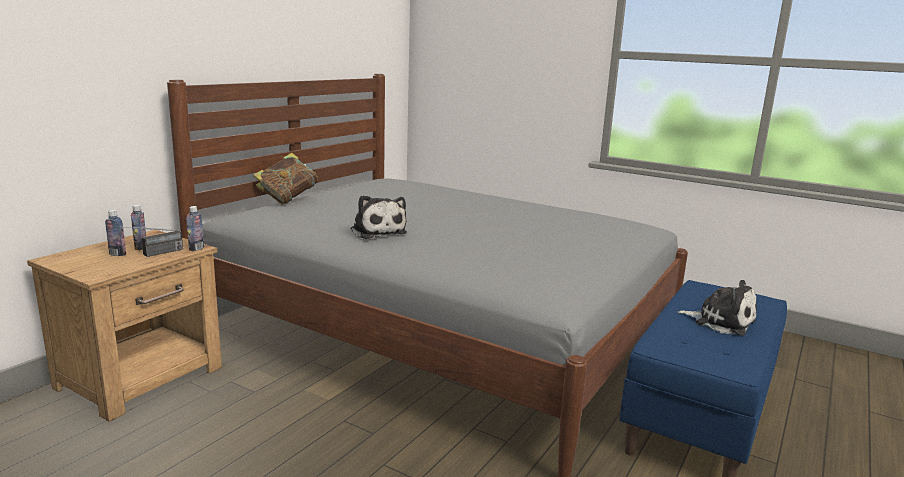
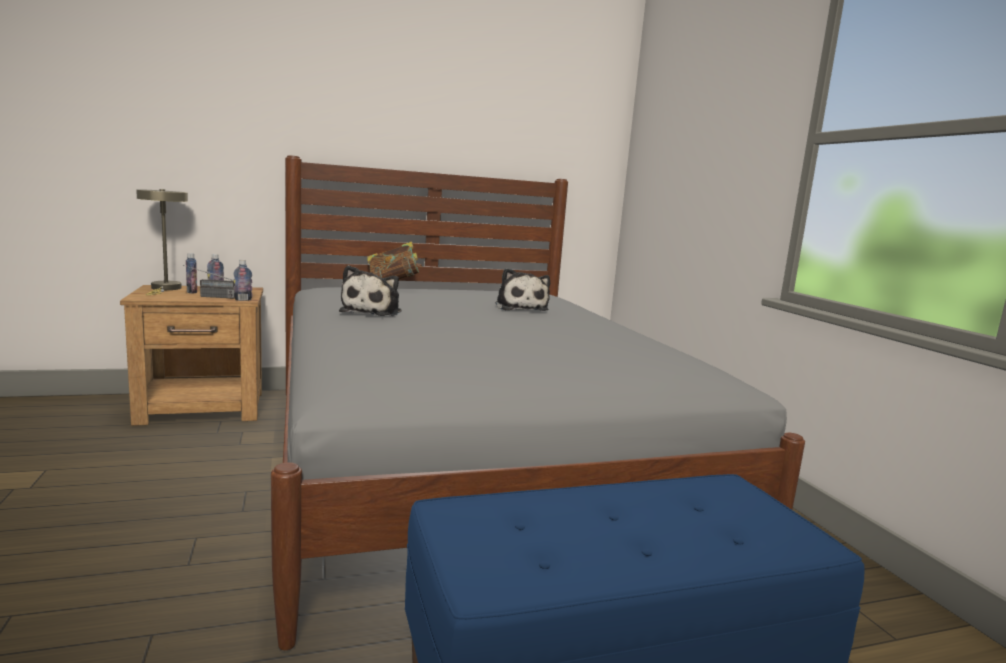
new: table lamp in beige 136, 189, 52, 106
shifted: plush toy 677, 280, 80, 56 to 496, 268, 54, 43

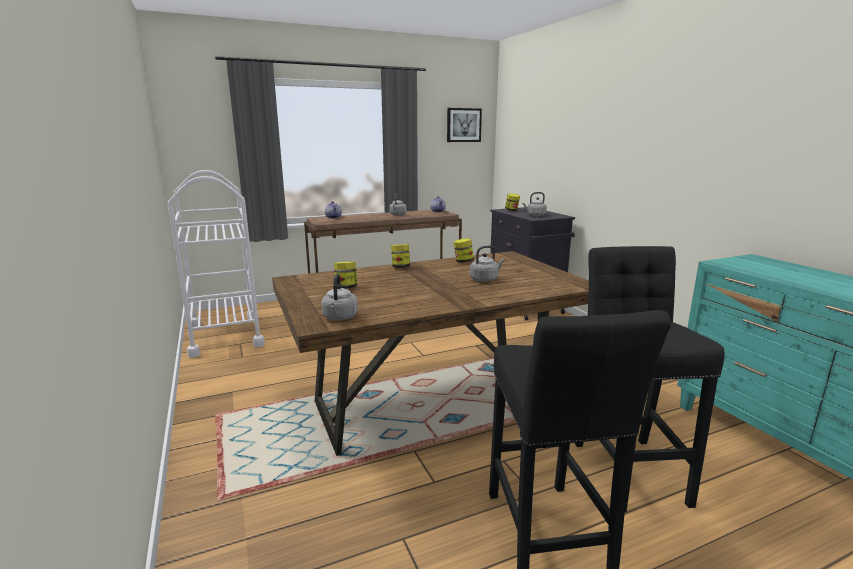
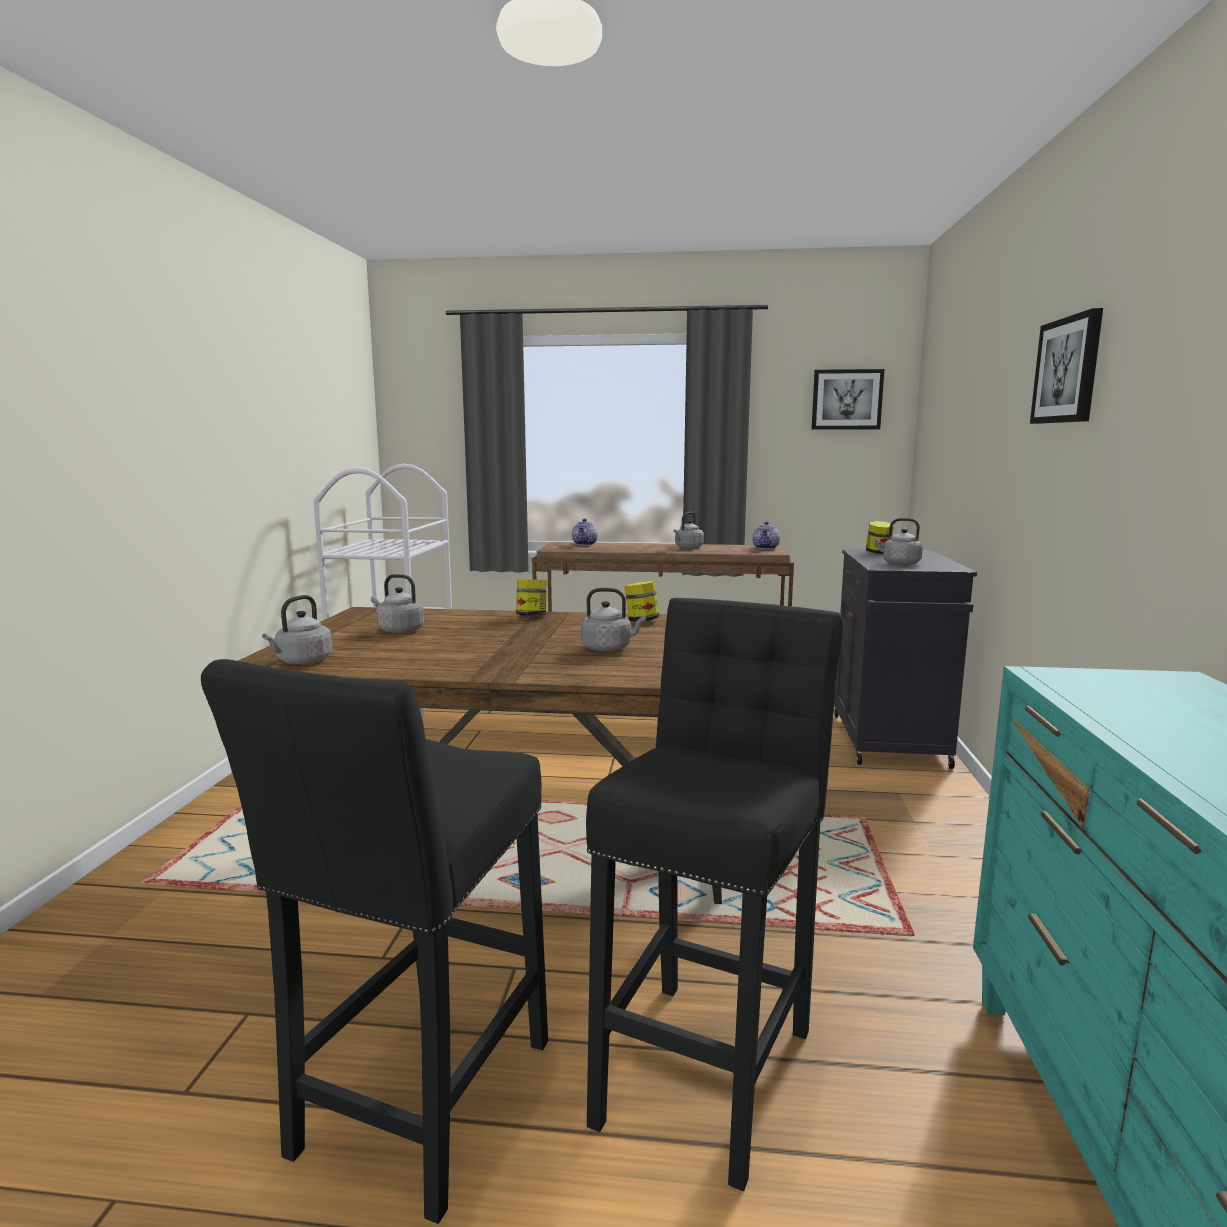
new: picture 1030, 308, 73, 116
swapped: jar 334, 261, 23, 28 to kettle in grey 371, 574, 53, 59

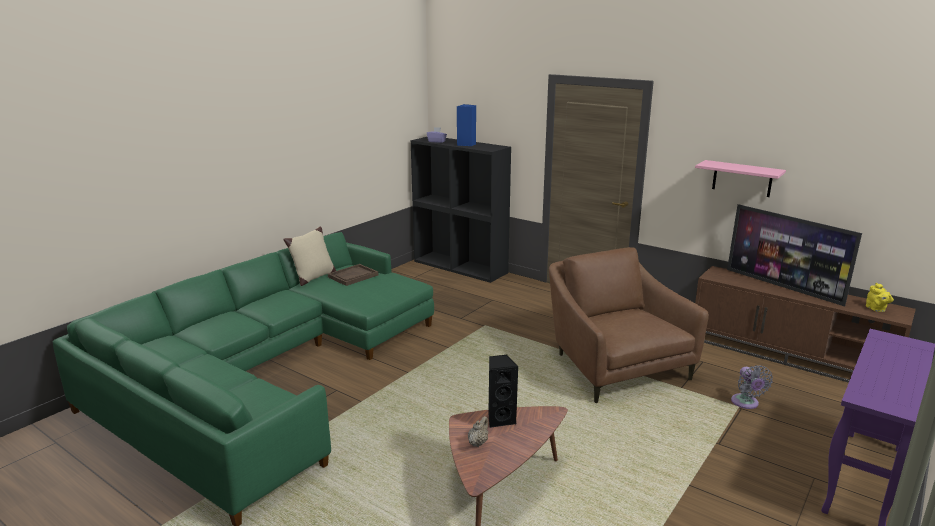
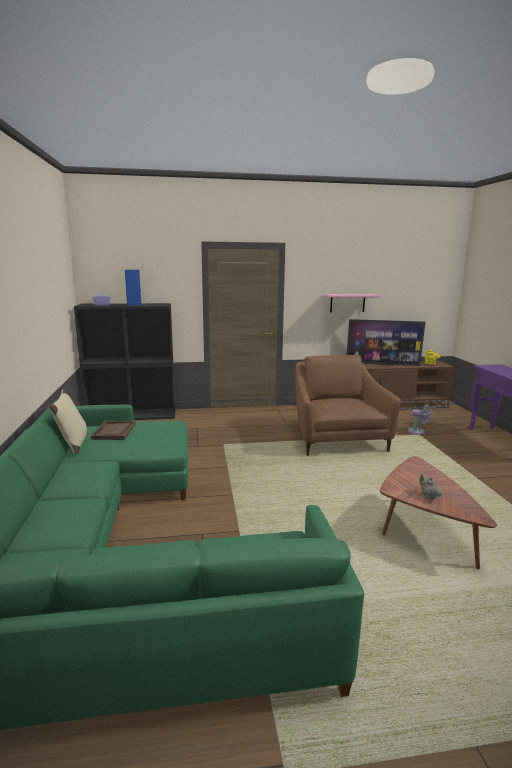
gone: speaker in black 488, 355, 30, 73
rotated: armchair in brown 549, 247, 160, 156 = 295, 355, 105, 101 60 degrees clockwise

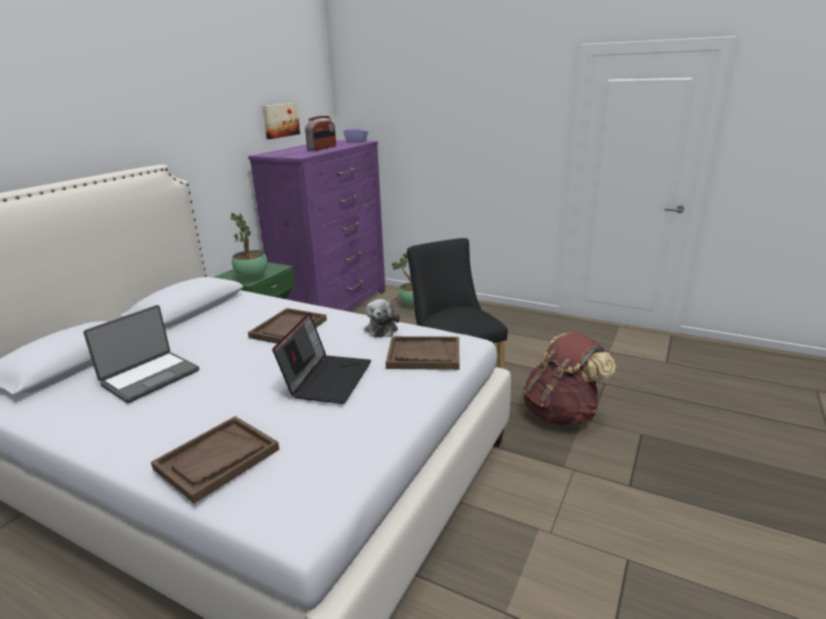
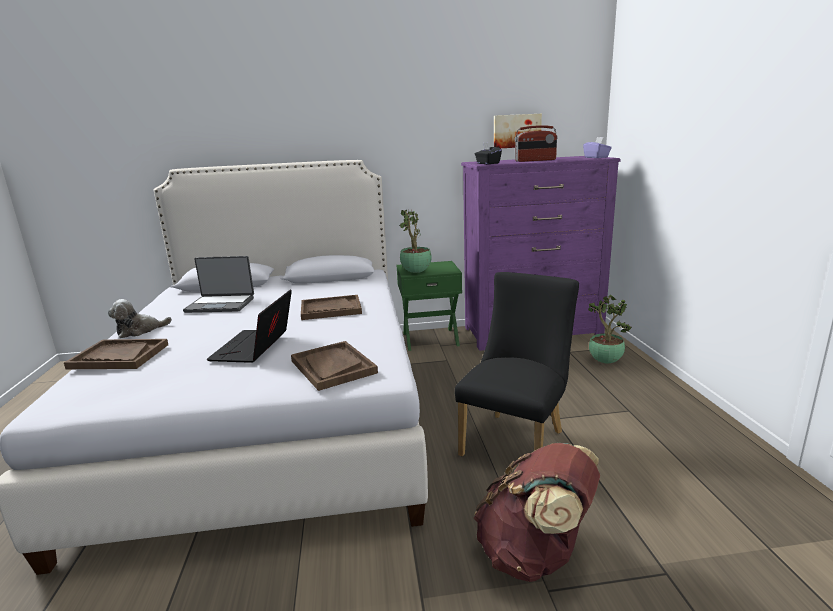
new: tissue box in black 475, 143, 27, 21
shifted: plush toy 365, 299, 35, 39 to 108, 299, 64, 39
rotated: laptop 272, 312, 100, 92 = 207, 289, 85, 74 120 degrees clockwise

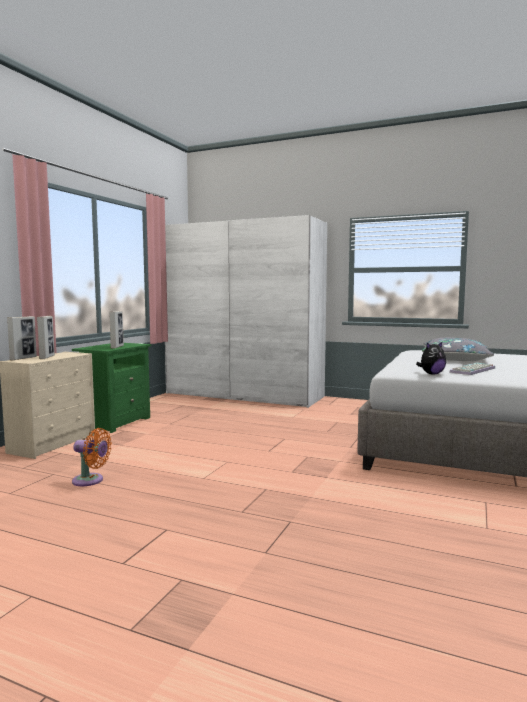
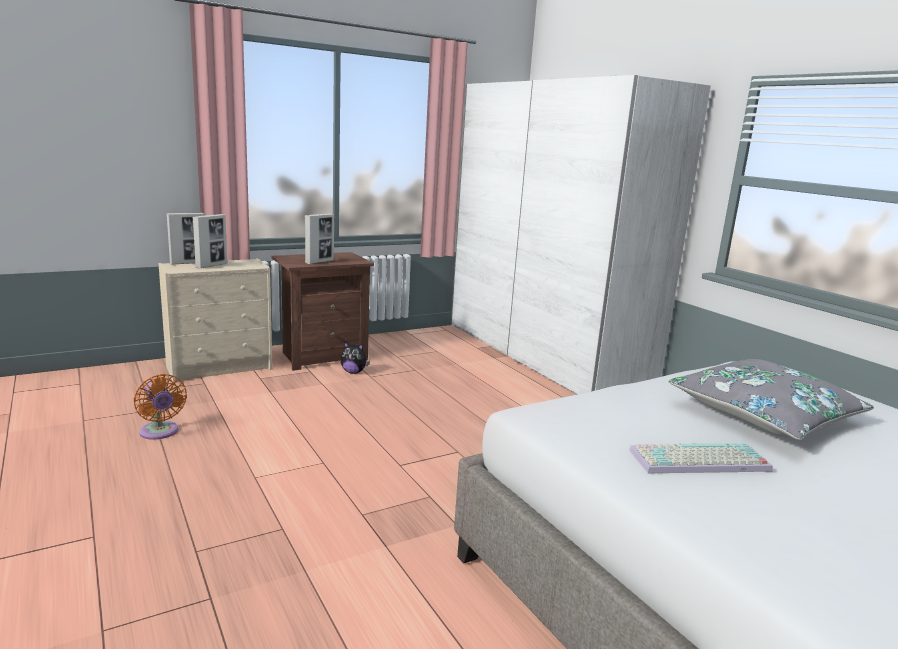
shifted: plush toy 416, 342, 30, 33 to 341, 342, 29, 32
repainted: nightstand in green 72, 343, 79, 90 to nightstand in brown 271, 252, 103, 119

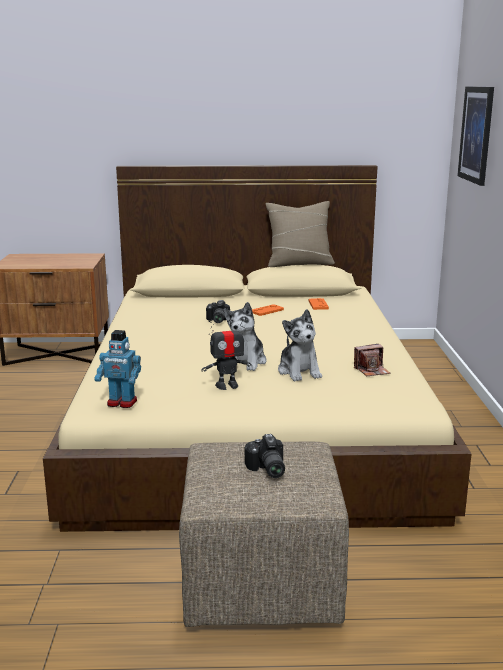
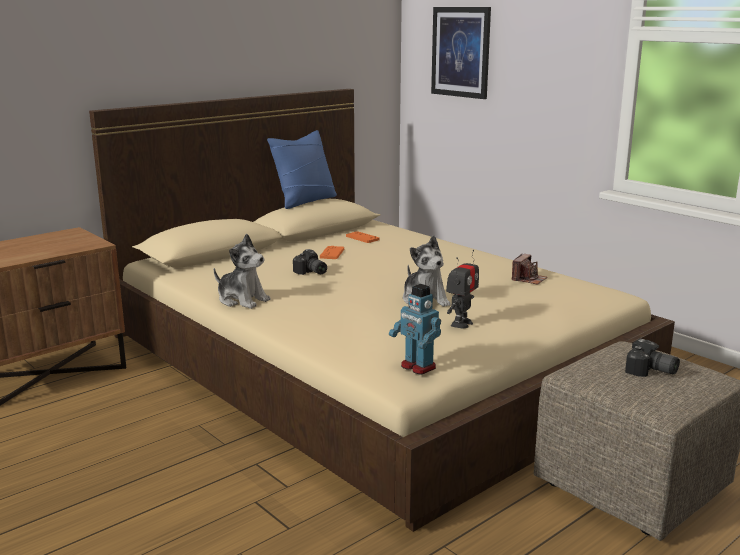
shifted: plush toy 278, 309, 44, 72 to 214, 234, 57, 75
repainted: pillow in beige 266, 201, 69, 66 to pillow in blue 267, 130, 70, 79
rotated: toy robot 94, 330, 47, 78 = 389, 284, 52, 91 75 degrees clockwise

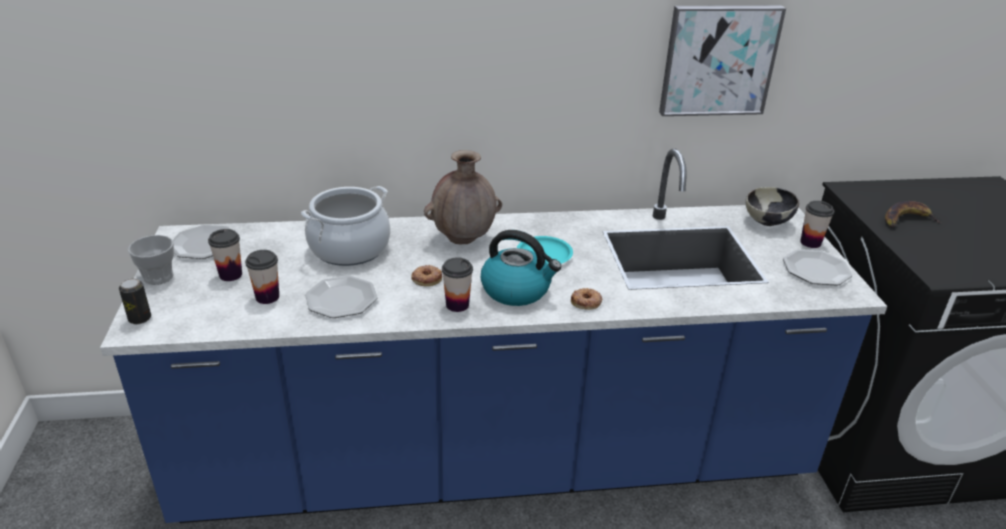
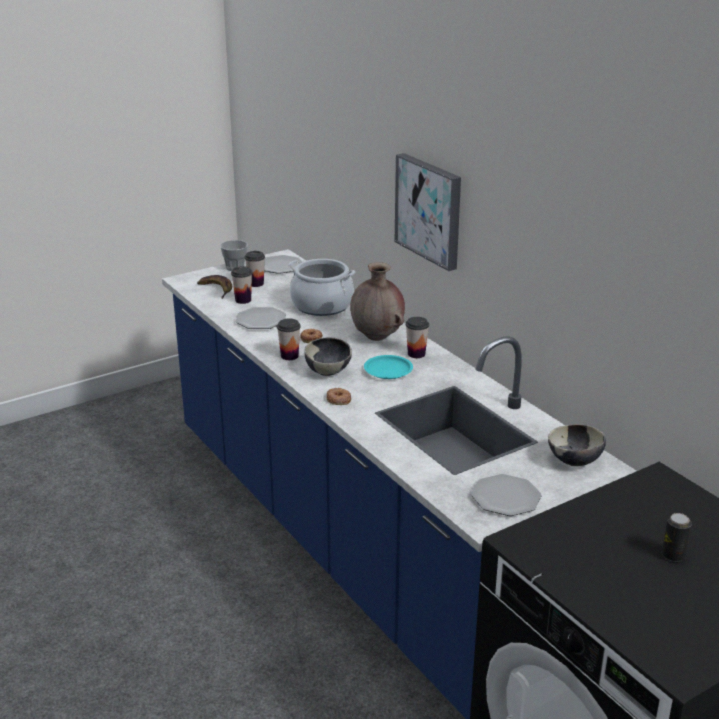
shifted: can 119, 278, 32, 46 to 662, 513, 30, 49; picture 659, 5, 127, 111 to 395, 153, 66, 118; cup 800, 201, 34, 47 to 406, 317, 23, 41; banana 885, 201, 57, 27 to 197, 275, 35, 24
swapped: kettle 481, 230, 81, 76 to bowl 305, 337, 47, 39

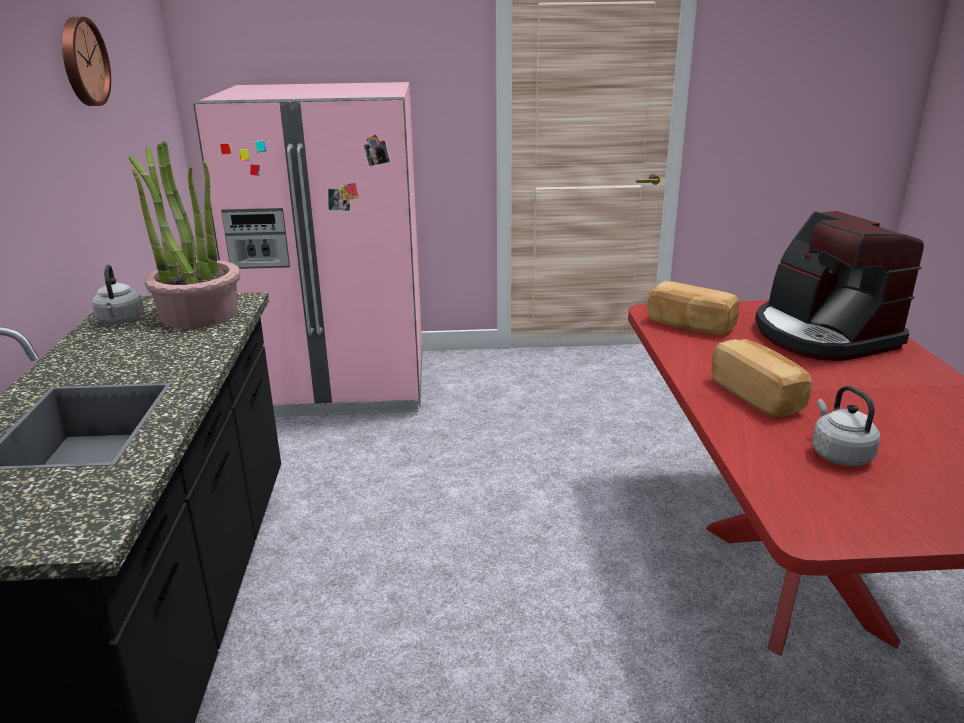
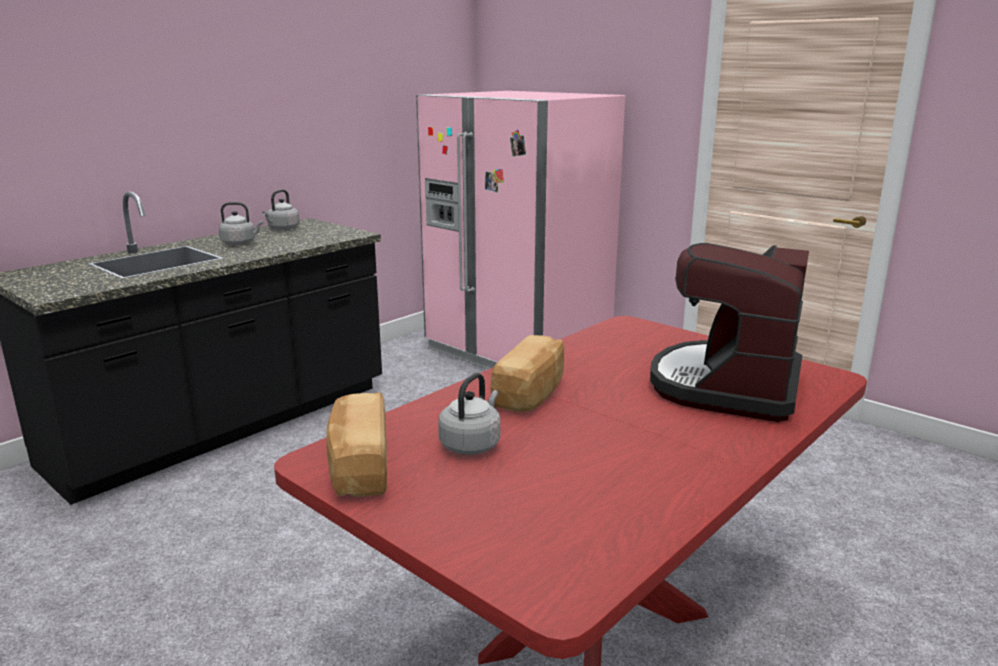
gone: wall clock 62, 17, 49, 89; potted plant 128, 141, 112, 187
new: kettle in grey 219, 202, 44, 43
shifted: bread 647, 280, 92, 55 to 326, 392, 61, 105

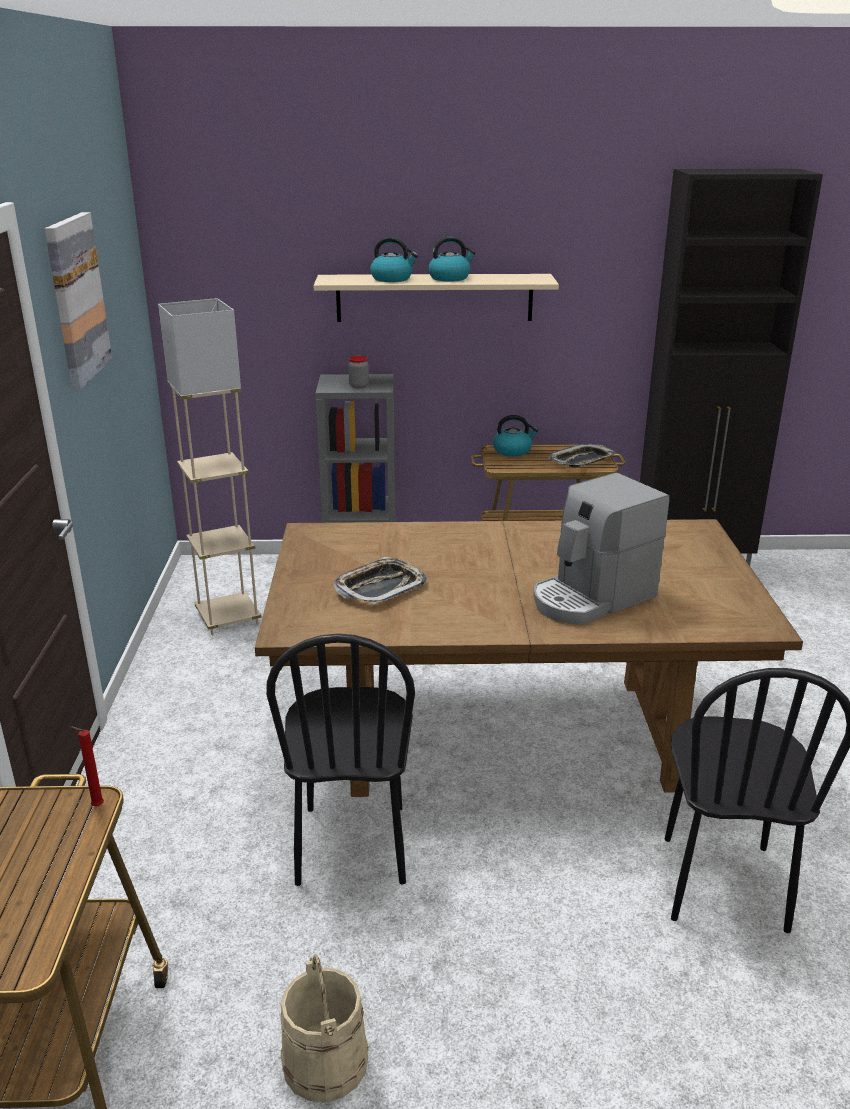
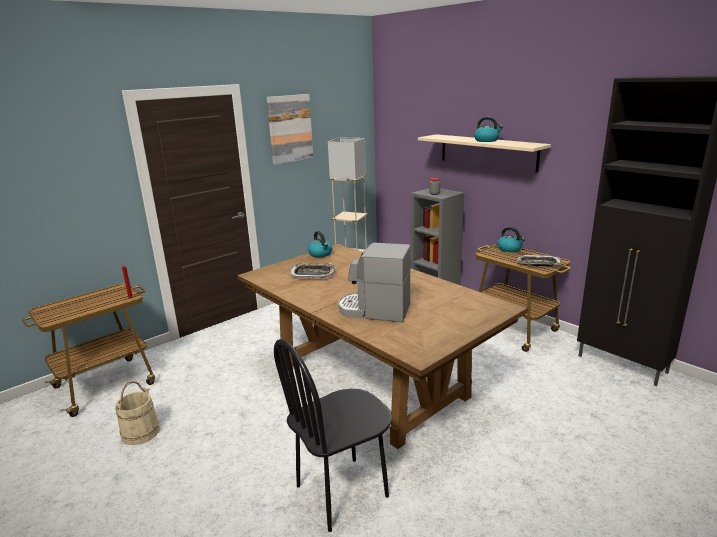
gone: chair in black 266, 634, 149, 252
shifted: kettle 370, 237, 48, 45 to 308, 231, 25, 26

